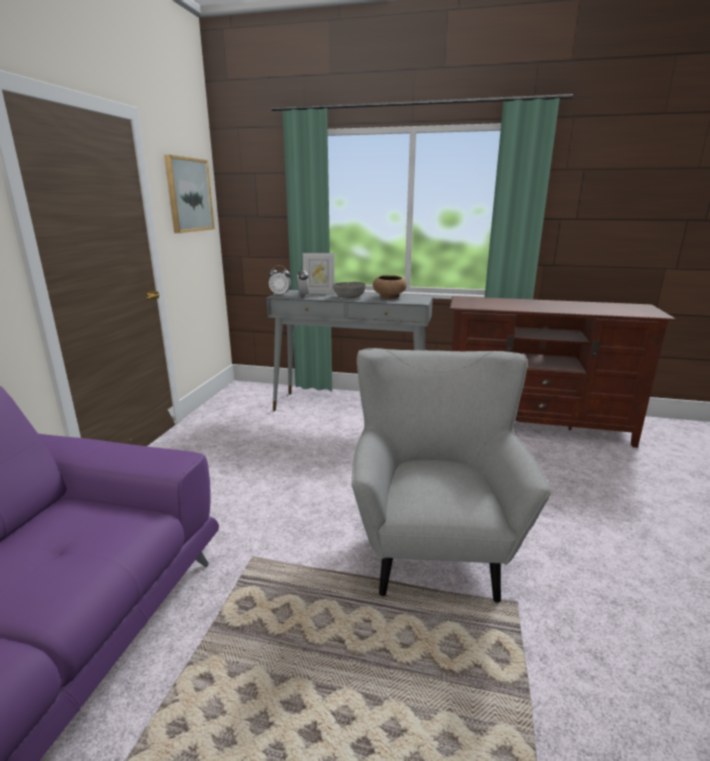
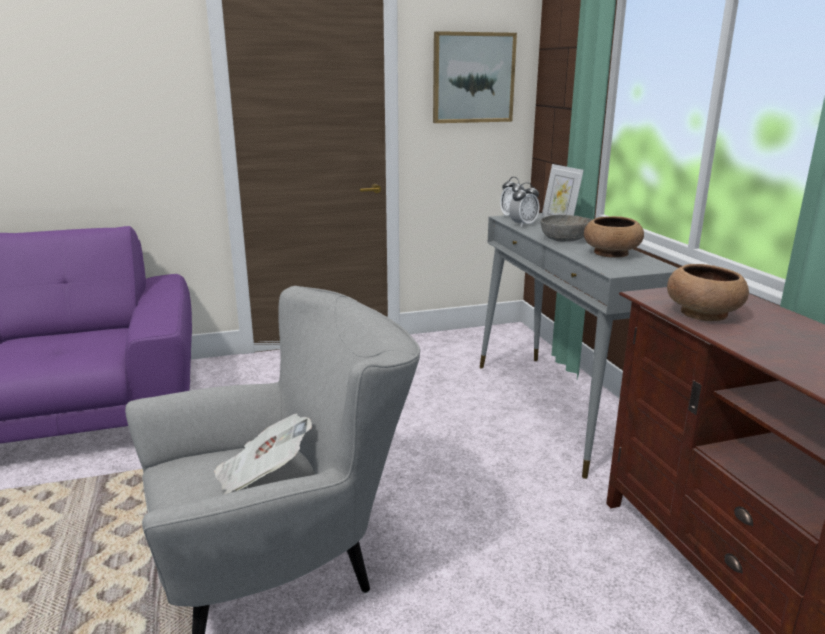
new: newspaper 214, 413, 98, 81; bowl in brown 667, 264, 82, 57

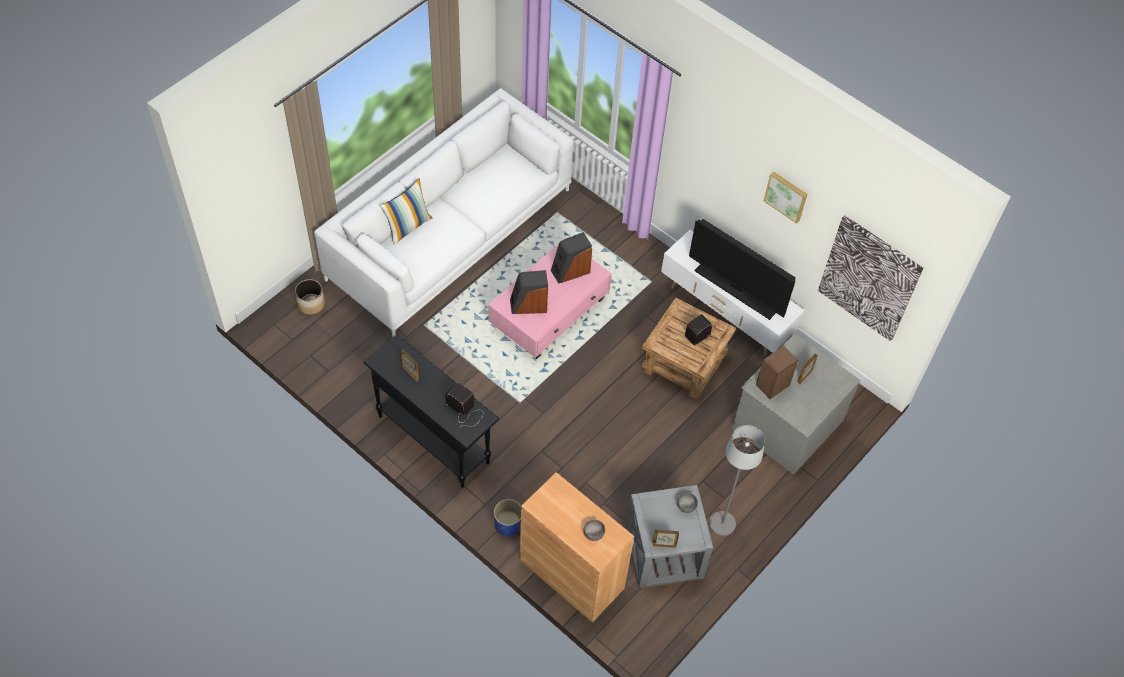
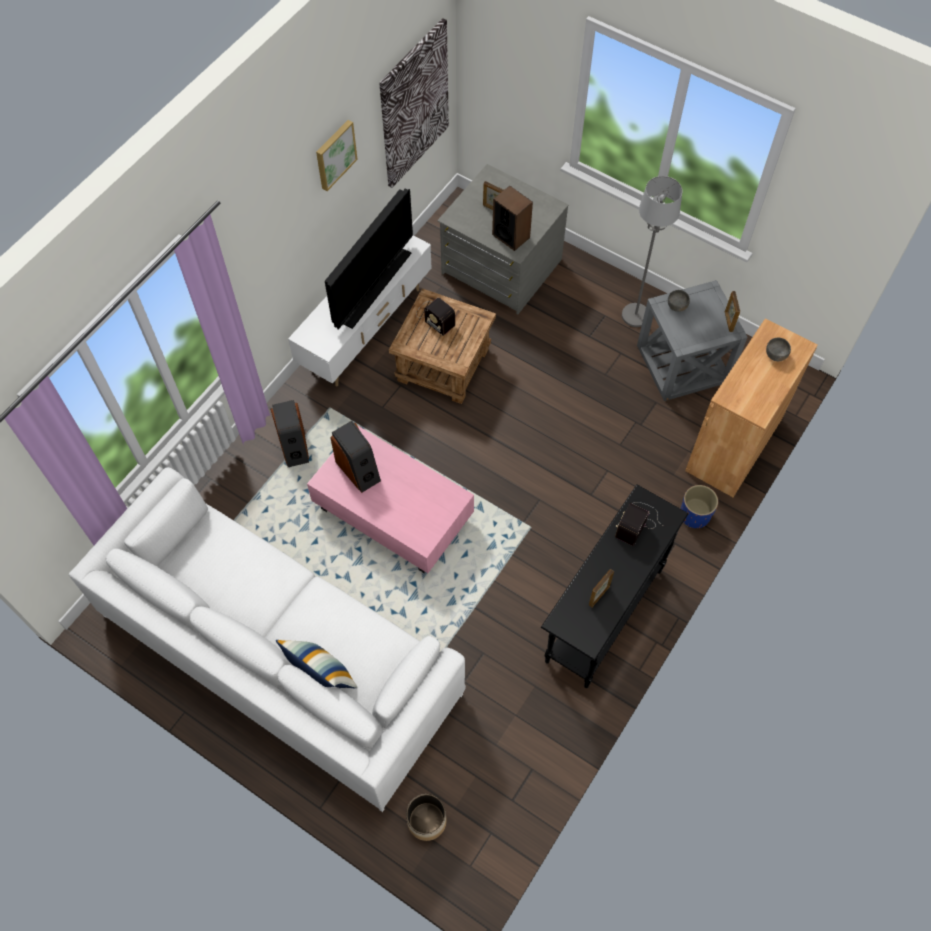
shifted: speaker 510, 270, 38, 44 to 270, 400, 39, 67

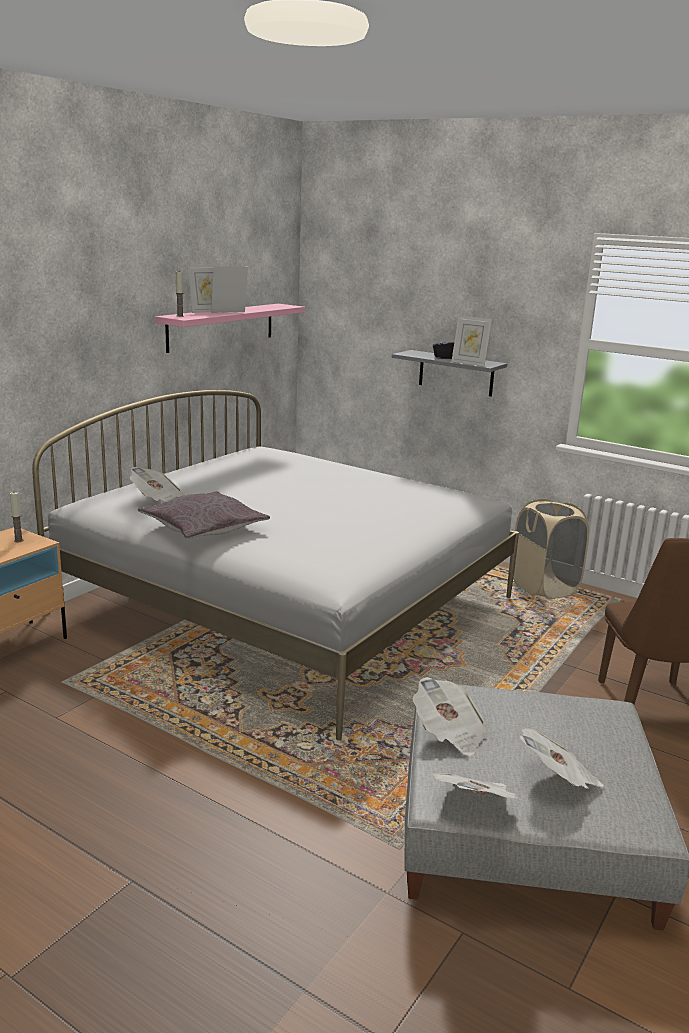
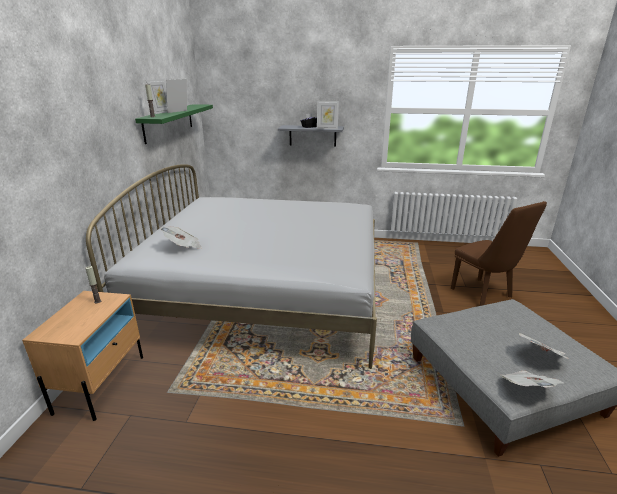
gone: pillow in grey 138, 491, 132, 48; newspaper 413, 677, 75, 79; laundry basket in beige 513, 499, 76, 100
repainted: shelf in pink 155, 304, 150, 49 to shelf in green 135, 104, 78, 40

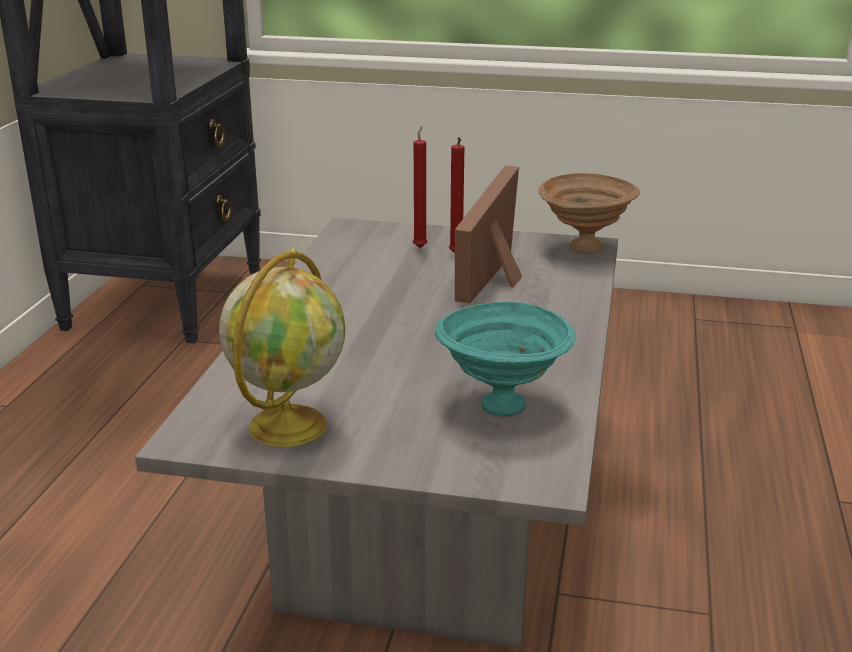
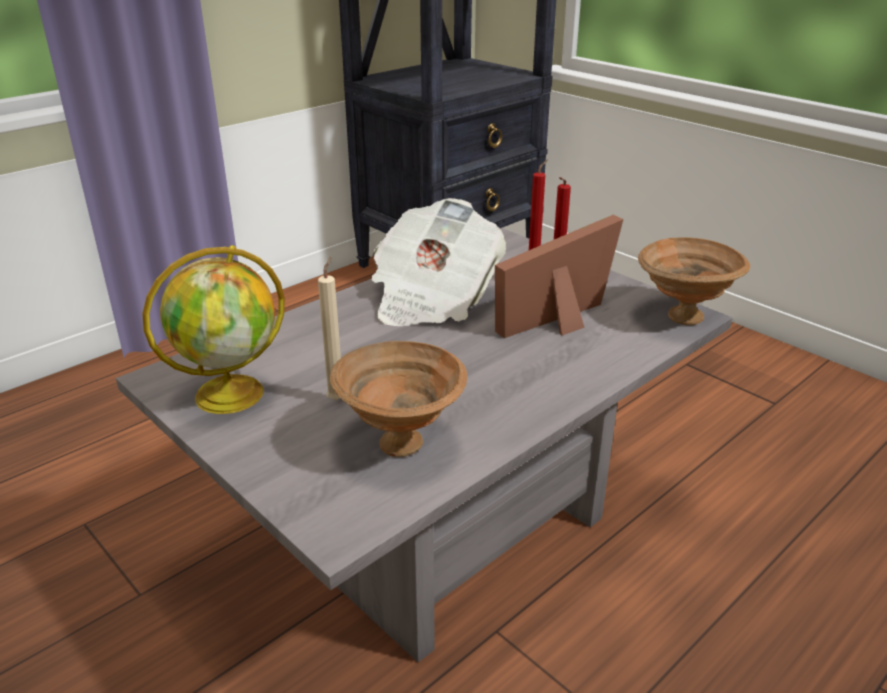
new: candle in beige 318, 257, 23, 143; newspaper 371, 198, 135, 128
repainted: bowl in turquoise 434, 302, 142, 114 to bowl in brown 330, 341, 137, 116

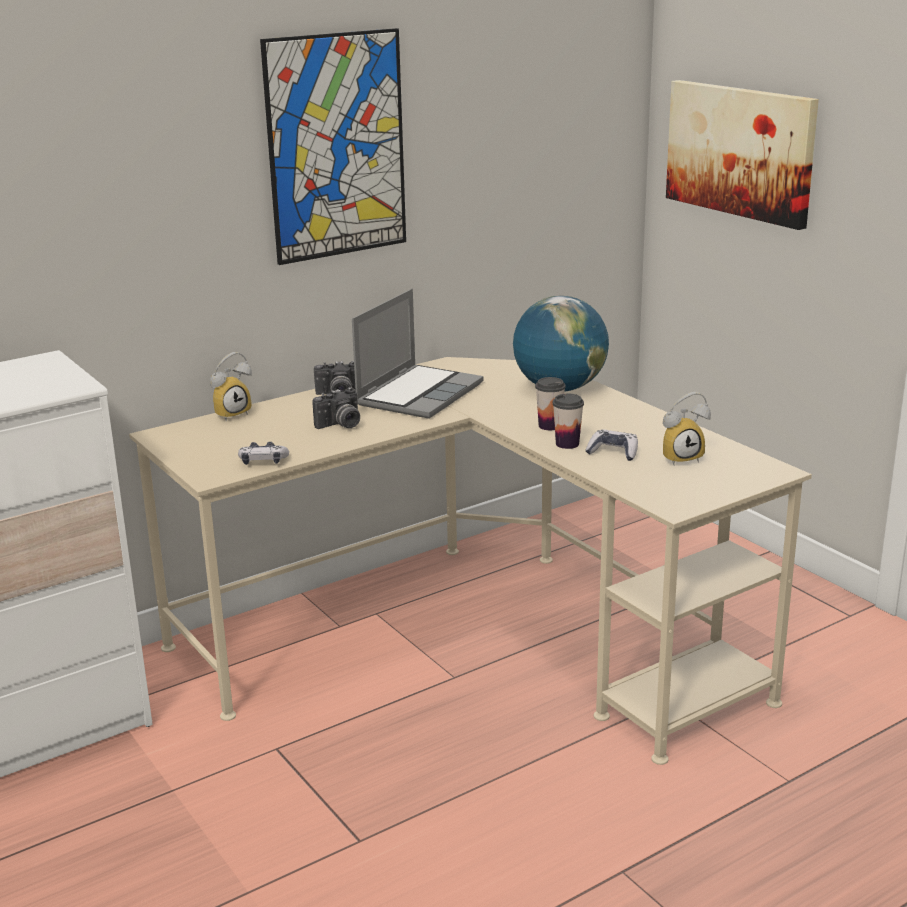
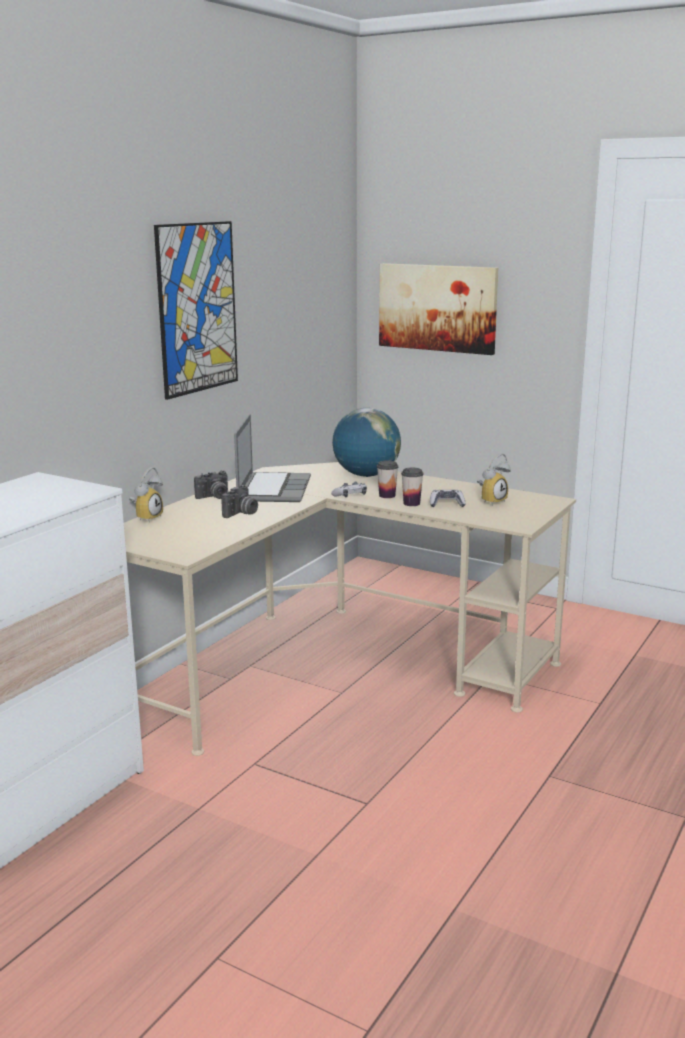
shifted: game controller 238, 442, 51, 23 to 331, 481, 36, 16

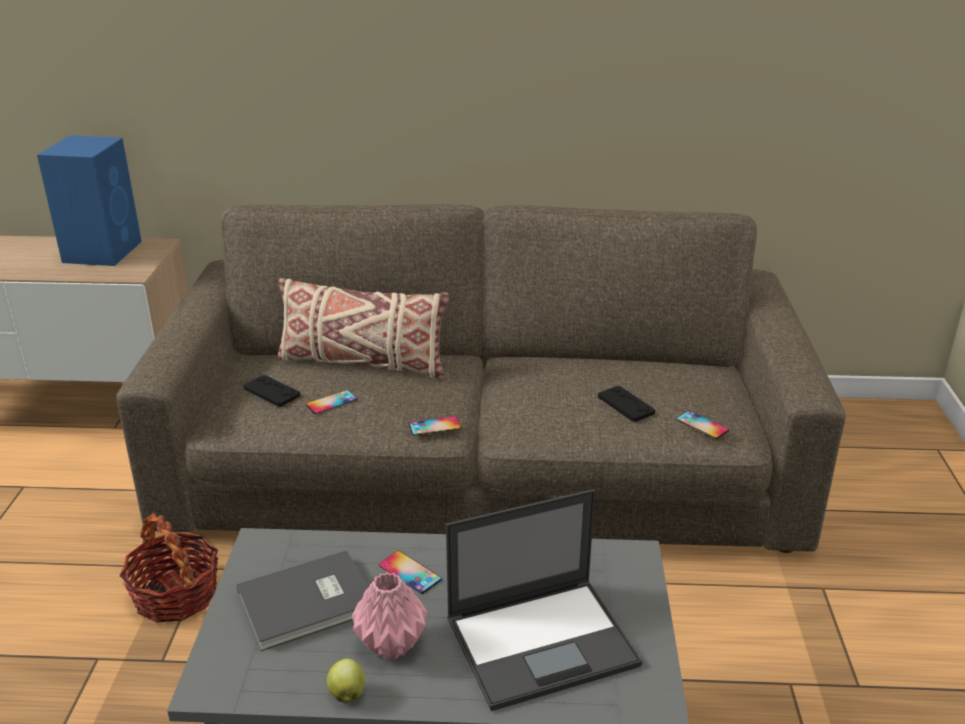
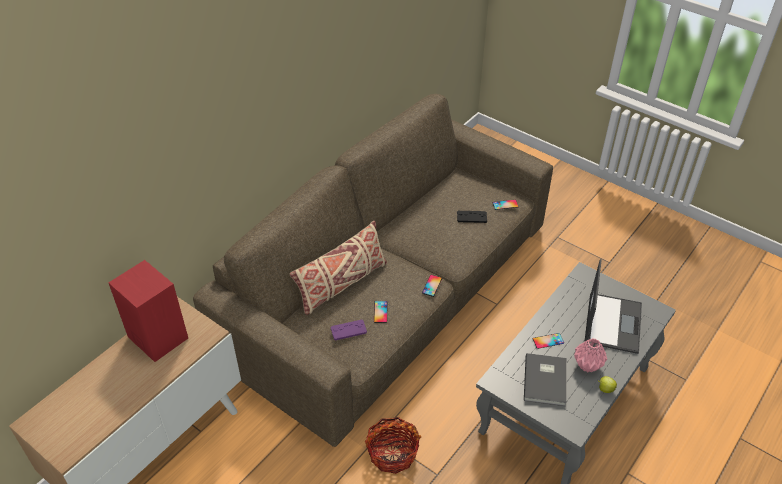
repainted: speaker in blue 37, 135, 105, 131 to speaker in red 109, 260, 79, 102; game controller in black 243, 375, 57, 32 to game controller in purple 331, 319, 36, 22

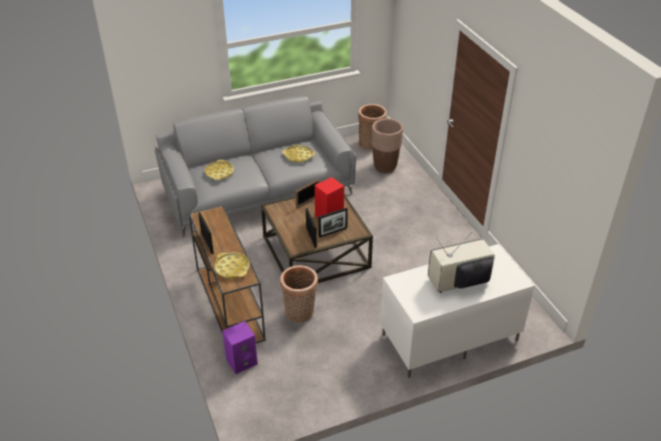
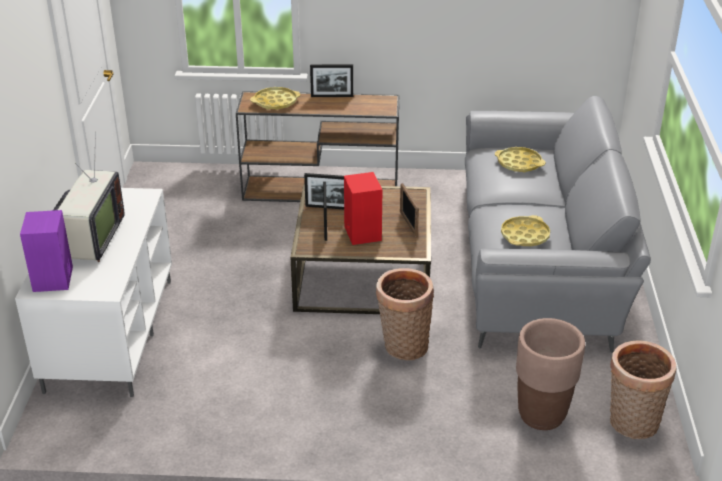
shifted: speaker in purple 222, 321, 36, 53 to 20, 210, 53, 82; basket 280, 265, 38, 58 to 376, 268, 58, 92

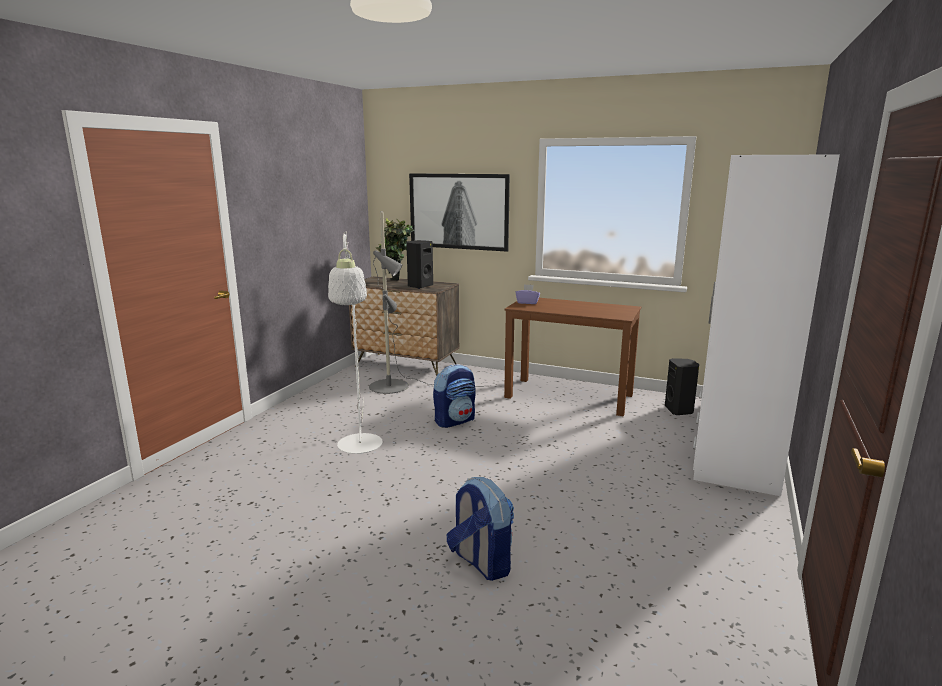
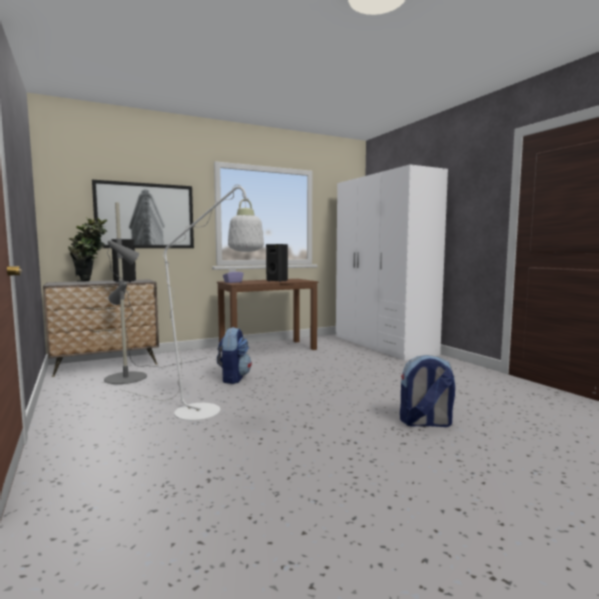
shifted: speaker in black 665, 358, 34, 57 to 266, 244, 22, 38

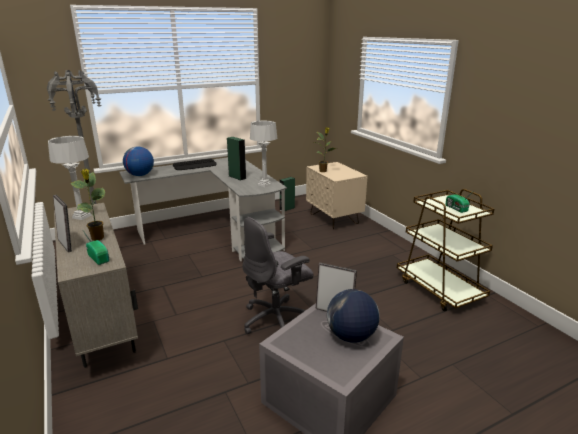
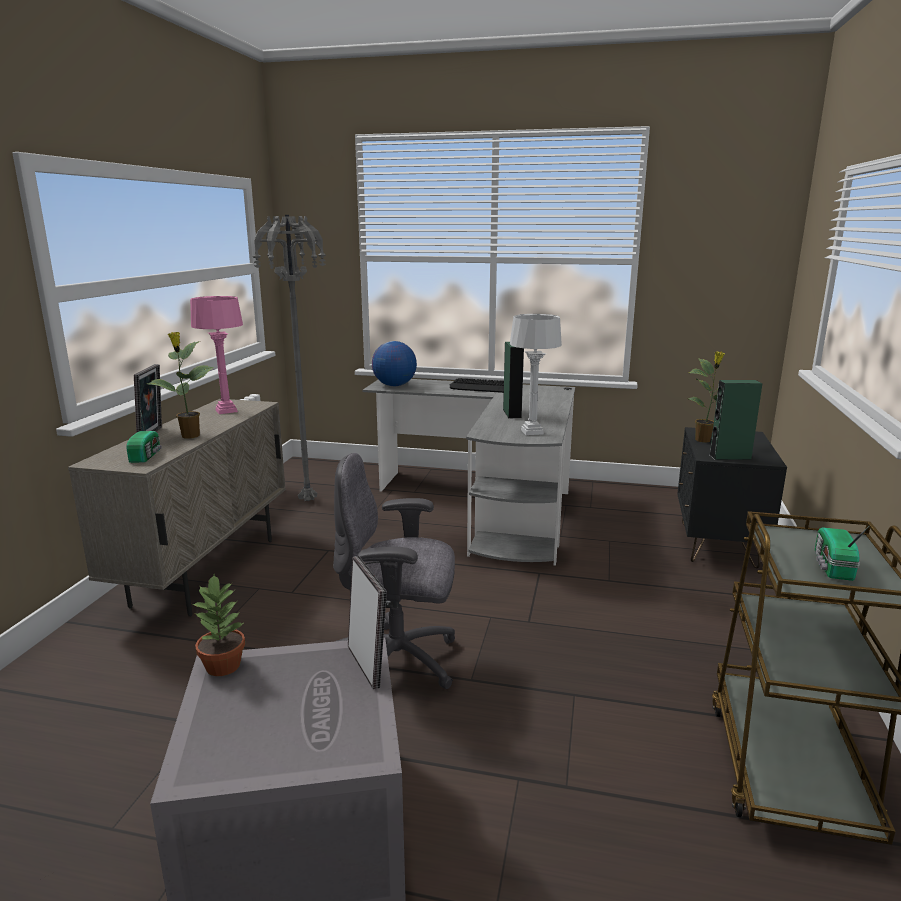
gone: globe 327, 289, 53, 53
new: potted plant 192, 574, 53, 102
shifted: speaker in green 280, 177, 15, 34 to 709, 380, 54, 80
repainted: table lamp in grey 48, 136, 44, 84 to table lamp in pink 190, 296, 53, 118; nightstand in beige 306, 162, 62, 68 to nightstand in black 677, 427, 110, 141

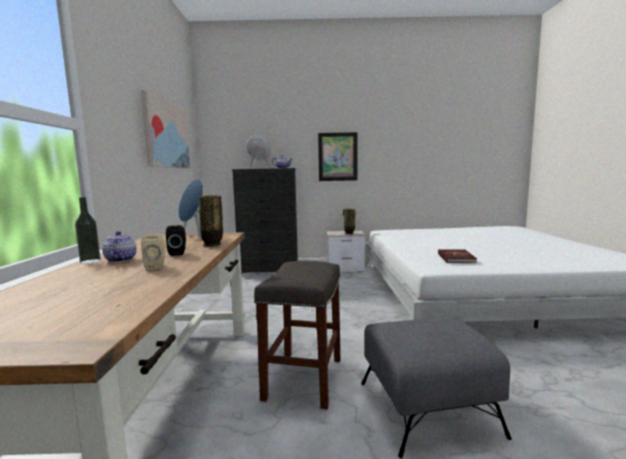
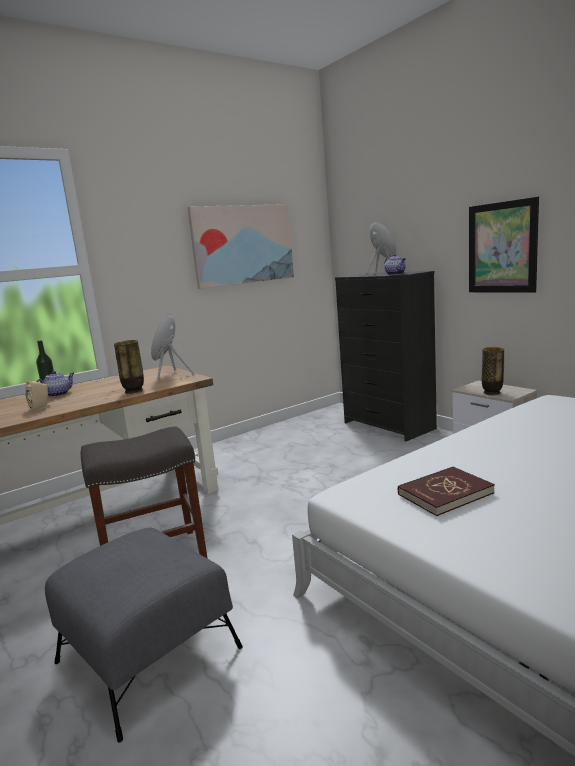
gone: speaker in black 166, 225, 20, 31

